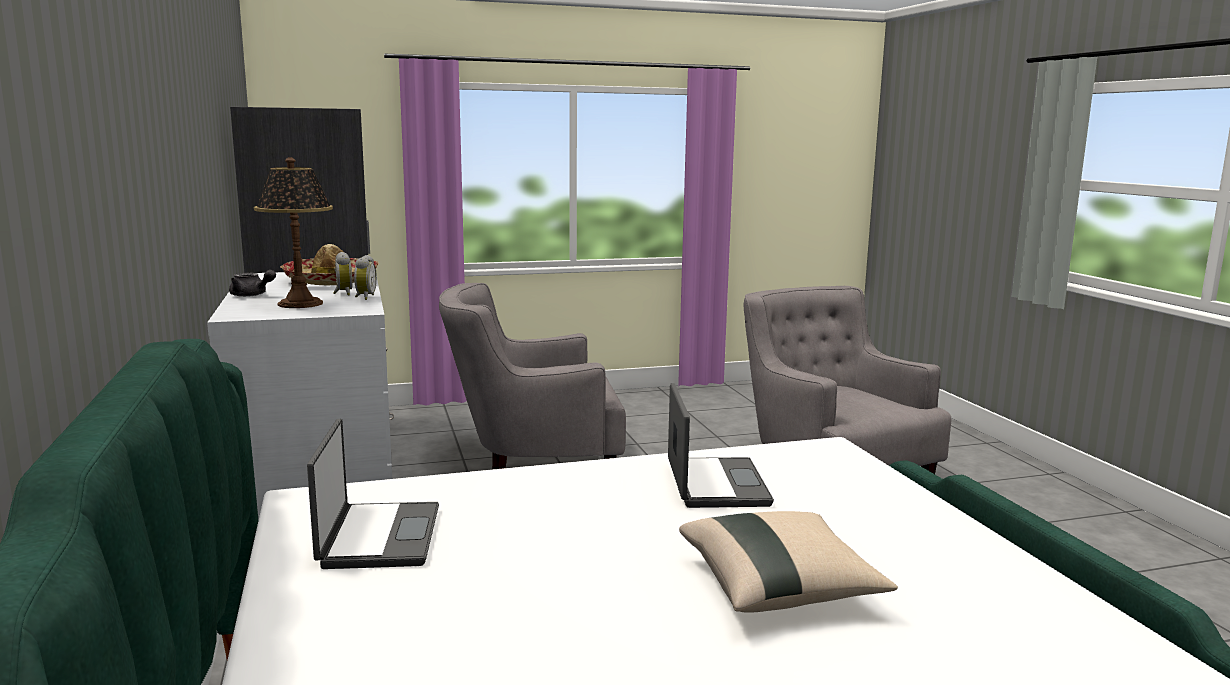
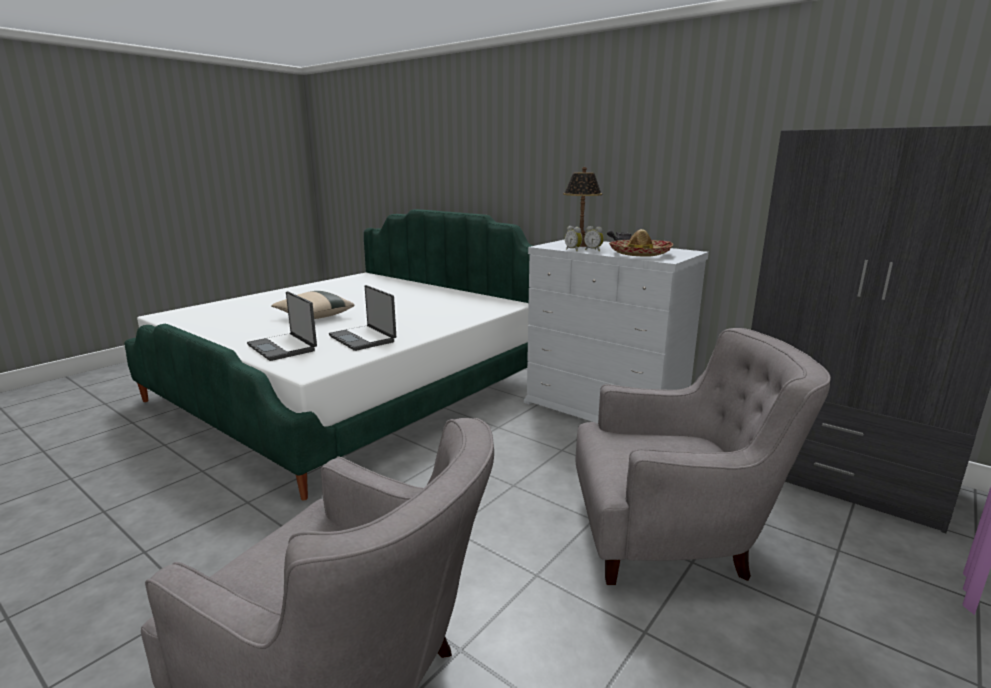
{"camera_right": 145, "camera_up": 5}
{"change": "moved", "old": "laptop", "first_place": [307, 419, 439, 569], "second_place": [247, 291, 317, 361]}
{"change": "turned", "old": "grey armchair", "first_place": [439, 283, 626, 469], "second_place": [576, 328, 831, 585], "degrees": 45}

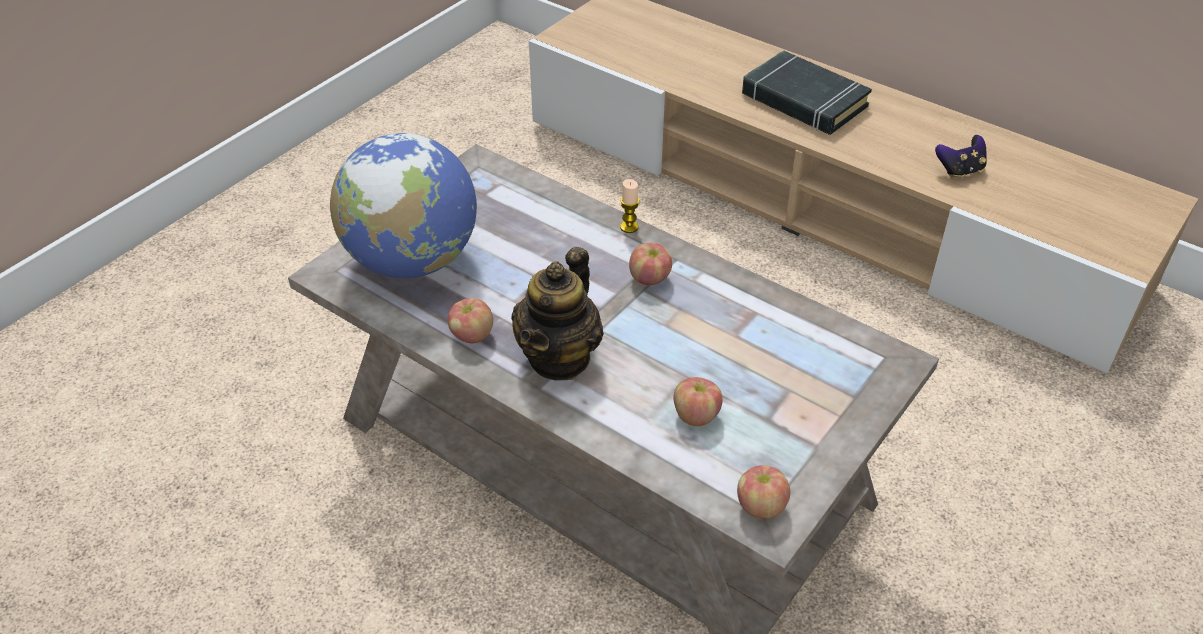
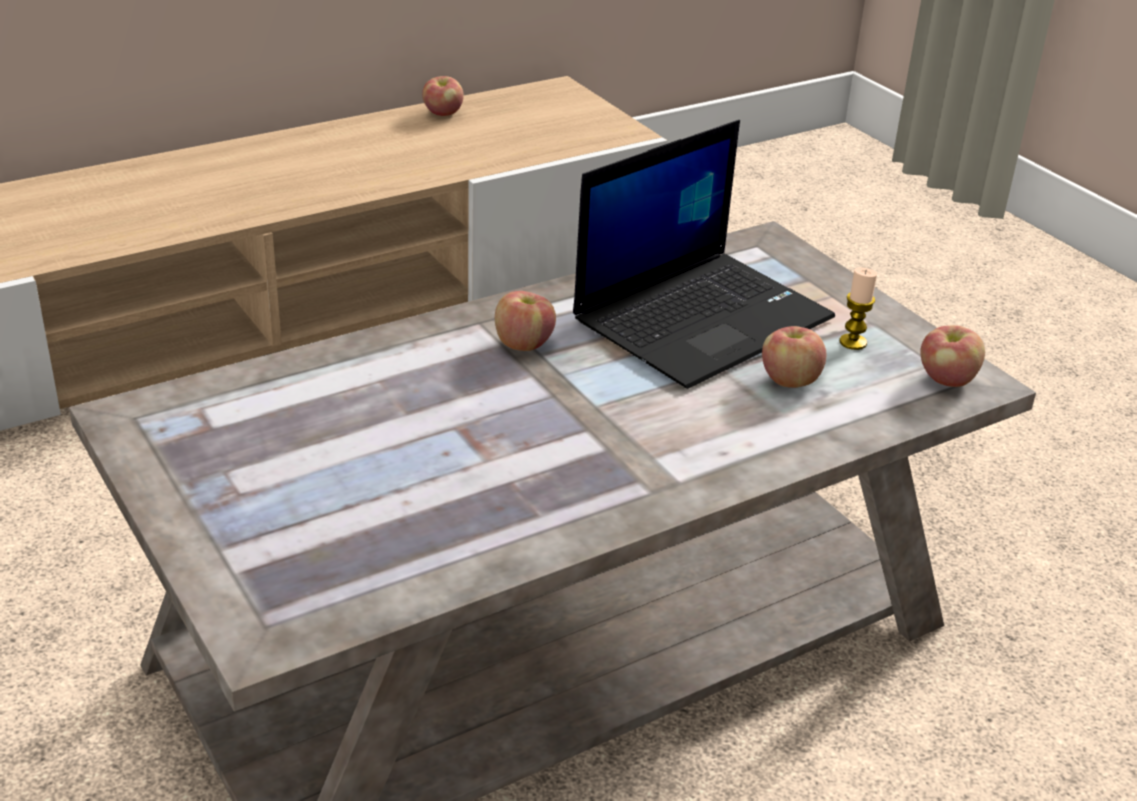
{"camera_right": -70, "camera_up": -10}
{"change": "removed", "old": "globe", "first_place": [330, 133, 477, 278]}
{"change": "removed", "old": "teapot", "first_place": [511, 247, 604, 381]}
{"change": "removed", "old": "black book", "first_place": [742, 50, 872, 135]}
{"change": "removed", "old": "game controller", "first_place": [935, 135, 987, 179]}
{"change": "added", "new": "laptop", "second_place": [573, 120, 835, 389]}
{"change": "moved", "old": "apple", "first_place": [448, 298, 493, 343], "second_place": [422, 76, 464, 116]}
{"change": "moved", "old": "candle", "first_place": [620, 179, 639, 233], "second_place": [839, 267, 877, 350]}

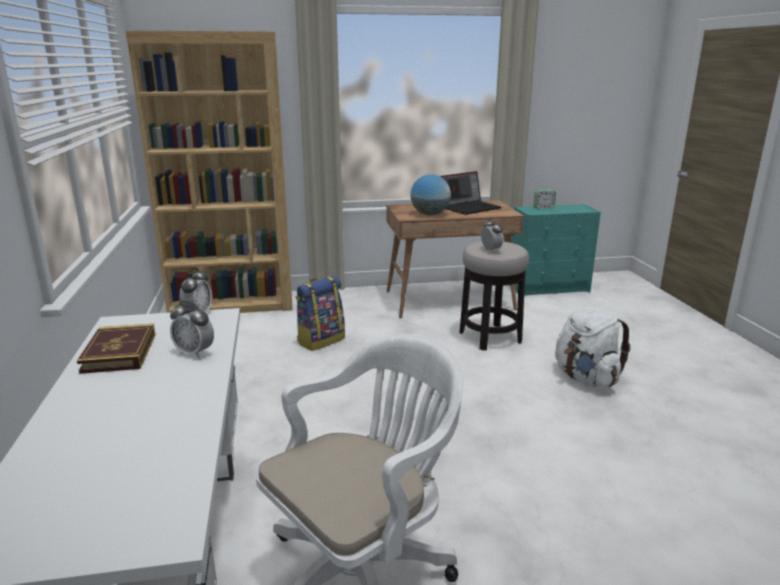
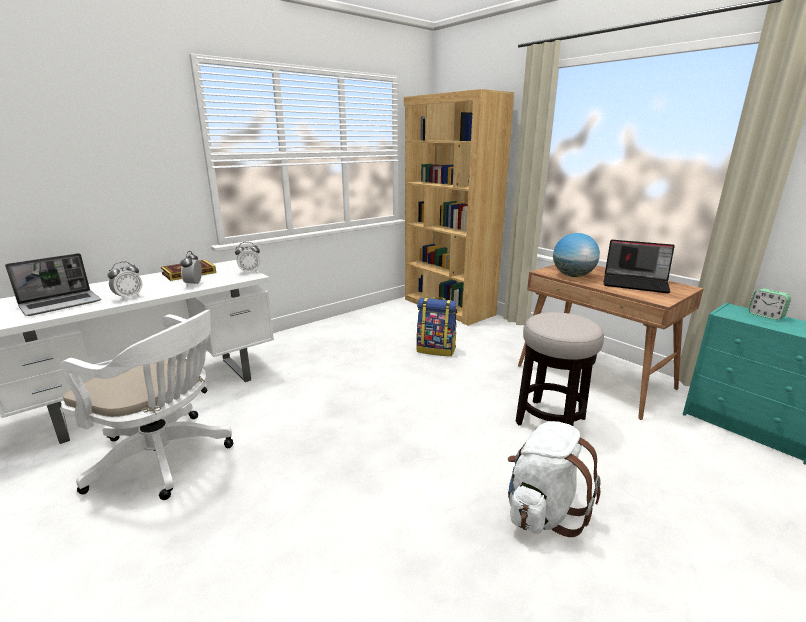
{"camera_right": 60, "camera_up": 0}
{"change": "added", "new": "laptop", "second_place": [5, 253, 101, 316]}
{"change": "moved", "old": "alarm clock", "first_place": [481, 218, 503, 252], "second_place": [108, 261, 142, 301]}

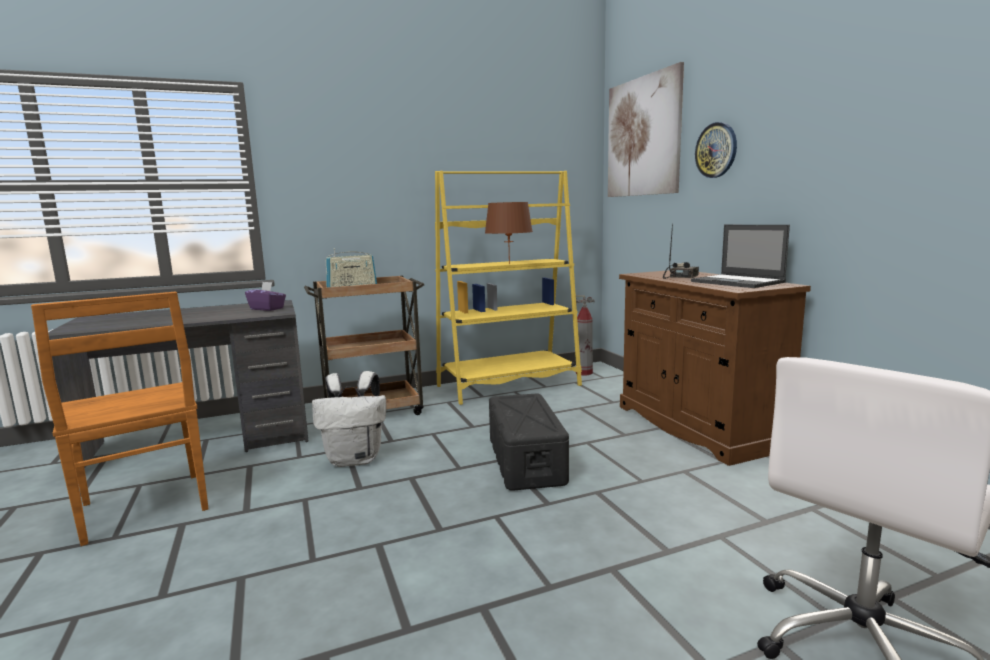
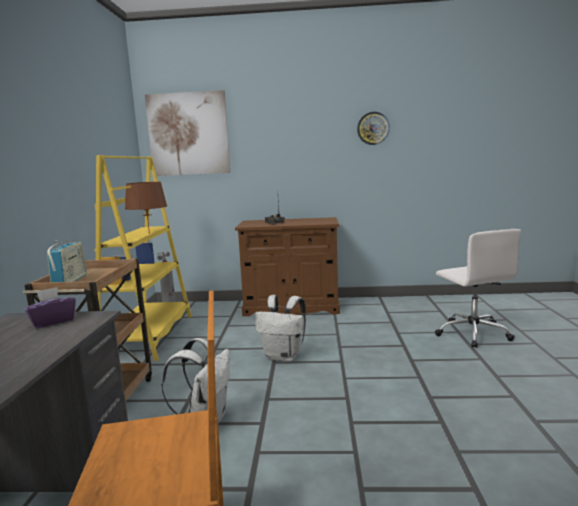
{"camera_right": -65, "camera_up": 0}
{"change": "removed", "old": "laptop", "first_place": [691, 225, 790, 288]}
{"change": "moved", "old": "wall clock", "first_place": [695, 122, 737, 178], "second_place": [357, 112, 390, 145]}
{"change": "replaced", "old": "black storage box", "new": "white backpack", "first_place": [489, 394, 569, 491], "second_place": [255, 295, 306, 362]}

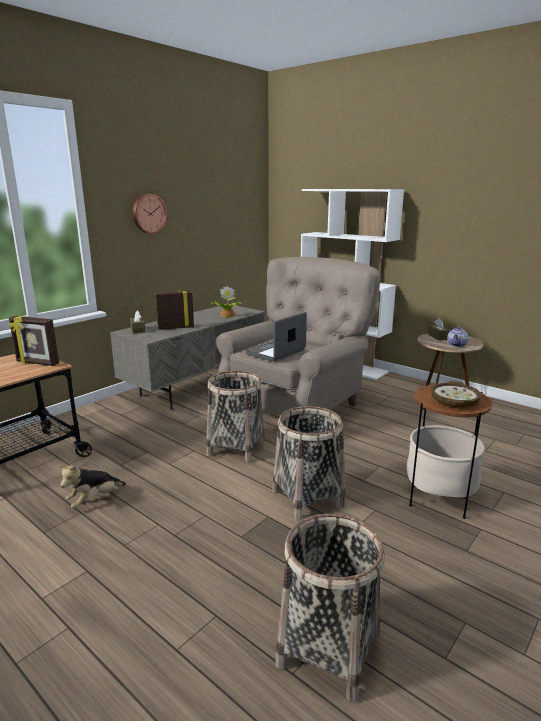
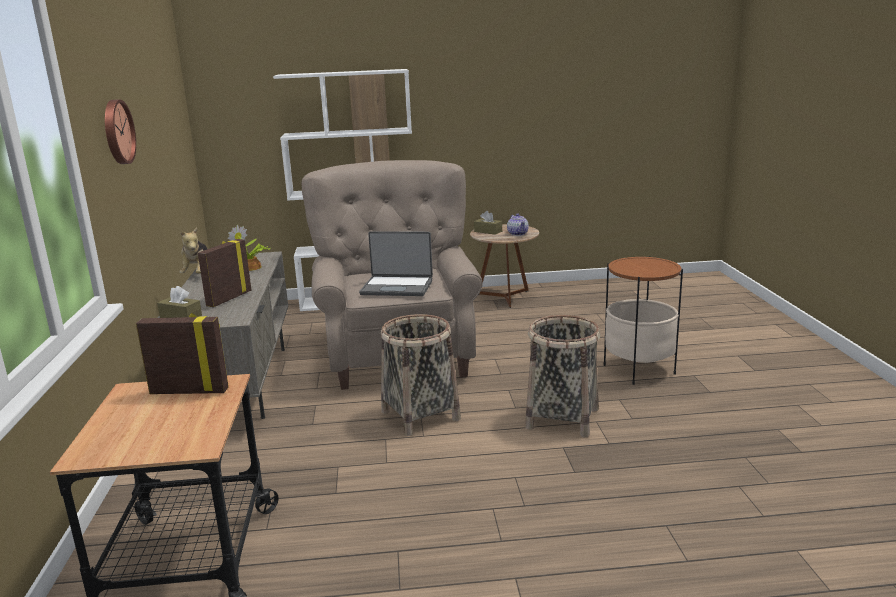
{"camera_right": -45, "camera_up": 0}
{"change": "removed", "old": "basket", "first_place": [275, 514, 385, 703]}
{"change": "removed", "old": "bowl", "first_place": [431, 381, 482, 408]}
{"change": "moved", "old": "plush toy", "first_place": [58, 465, 126, 509], "second_place": [180, 228, 208, 274]}
{"change": "turned", "old": "picture frame", "first_place": [9, 316, 59, 366], "second_place": [136, 313, 229, 394], "degrees": -150}
{"change": "turned", "old": "laptop", "first_place": [246, 312, 307, 362], "second_place": [359, 231, 433, 296], "degrees": -75}

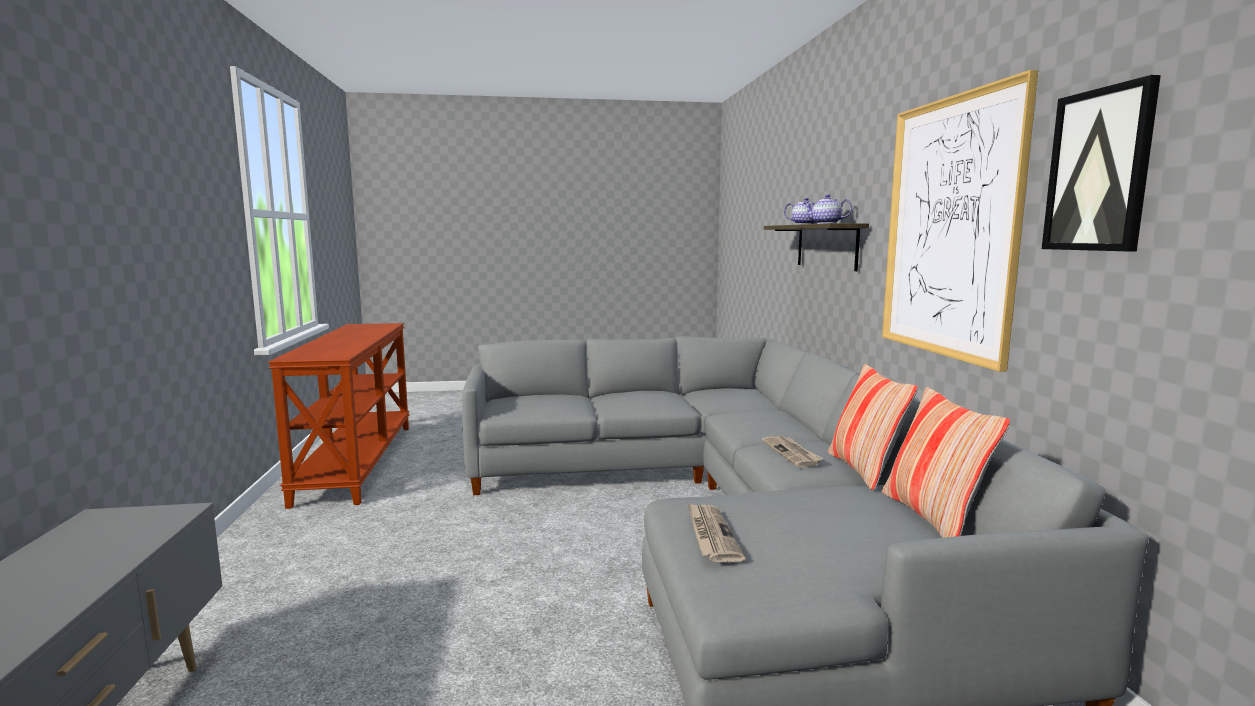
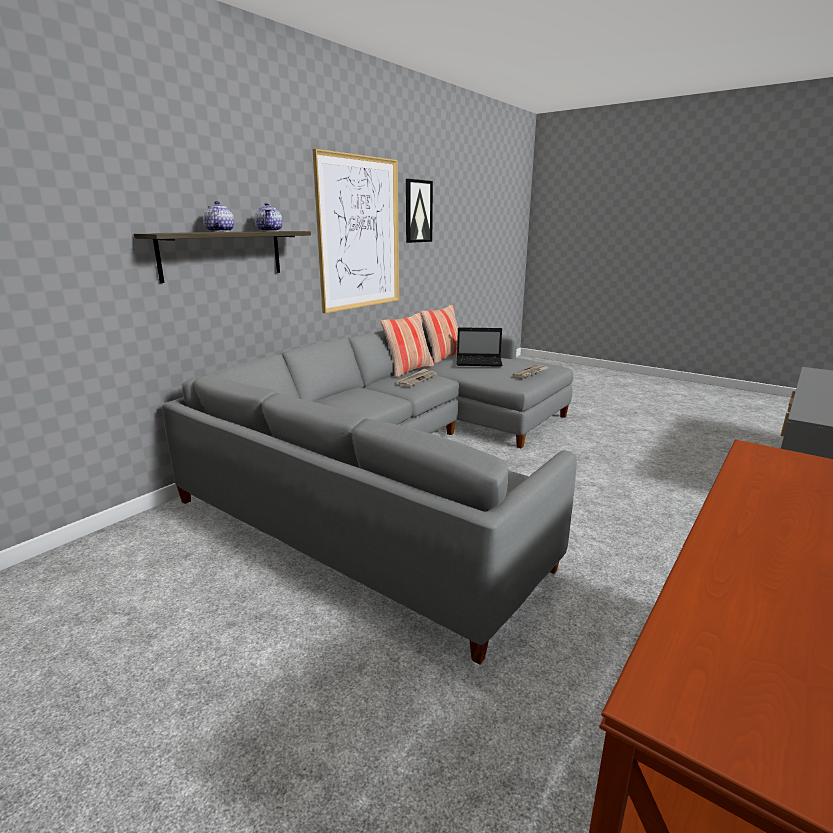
{"camera_right": -135, "camera_up": 10}
{"change": "added", "new": "laptop", "second_place": [456, 327, 502, 367]}

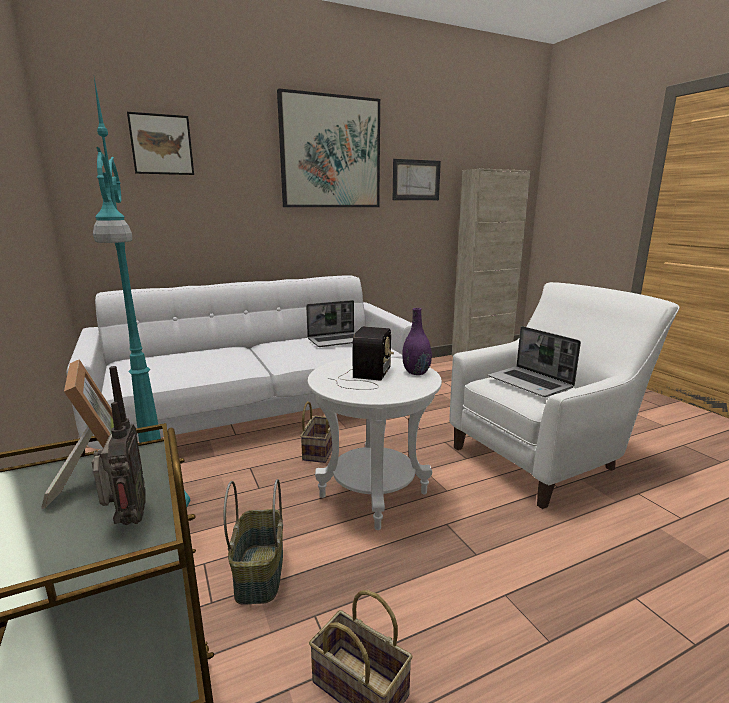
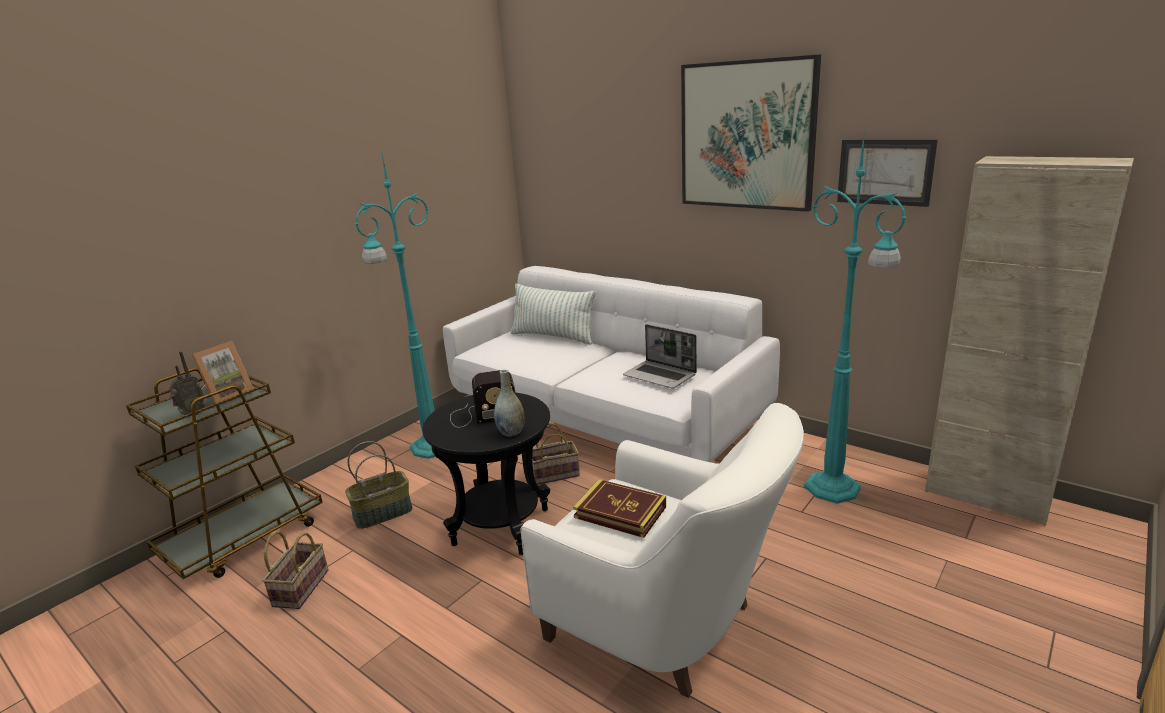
{"camera_right": 65, "camera_up": 5}
{"change": "removed", "old": "picture", "first_place": [127, 112, 194, 175]}
{"change": "added", "new": "pillow", "second_place": [511, 284, 596, 345]}
{"change": "added", "new": "turquoise floor lamp", "second_place": [804, 128, 906, 504]}
{"change": "replaced", "old": "laptop", "new": "book", "first_place": [488, 326, 581, 397], "second_place": [573, 479, 666, 538]}
{"change": "recoloured", "old": "white side table", "new": "black side table", "first_place": [308, 357, 442, 530], "second_place": [422, 392, 550, 555]}
{"change": "recoloured", "old": "purple vase", "new": "grey vase", "first_place": [402, 308, 432, 375], "second_place": [494, 370, 525, 437]}

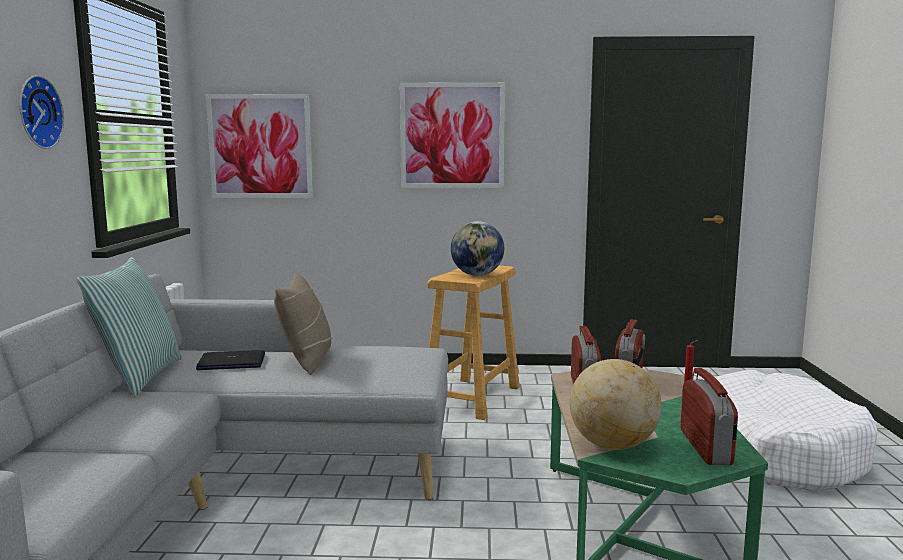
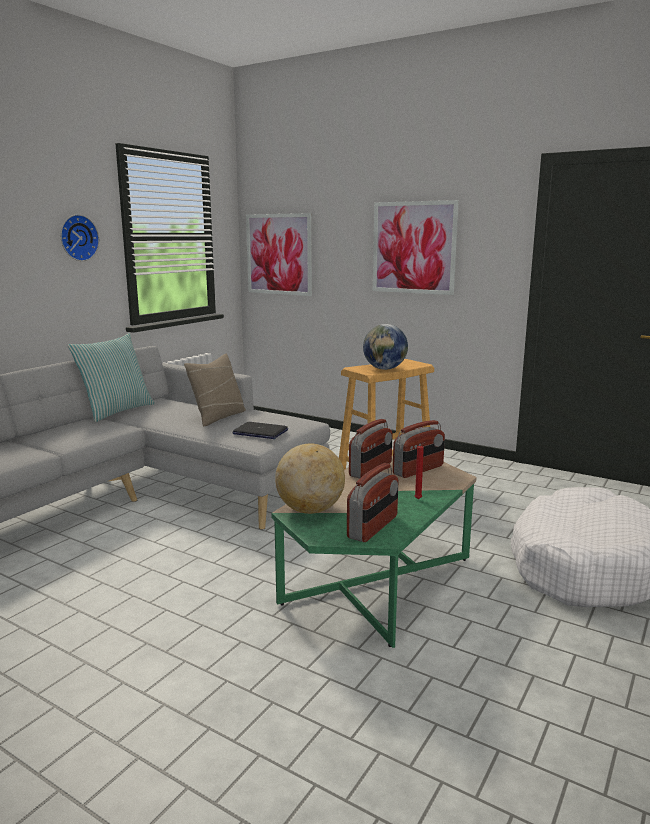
{"camera_right": 30, "camera_up": 5}
{"change": "moved", "old": "laptop", "first_place": [196, 350, 265, 370], "second_place": [232, 422, 288, 439]}

